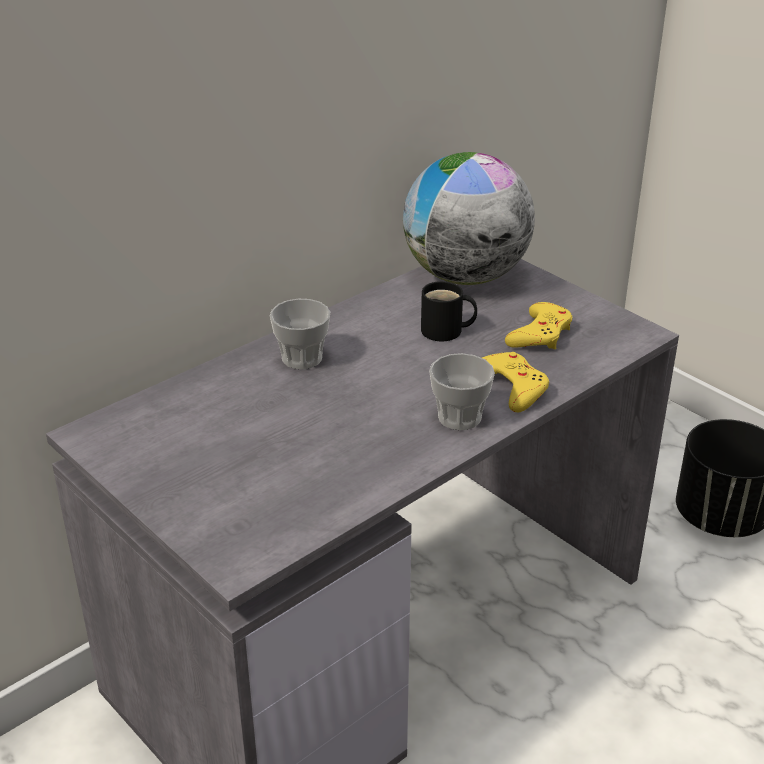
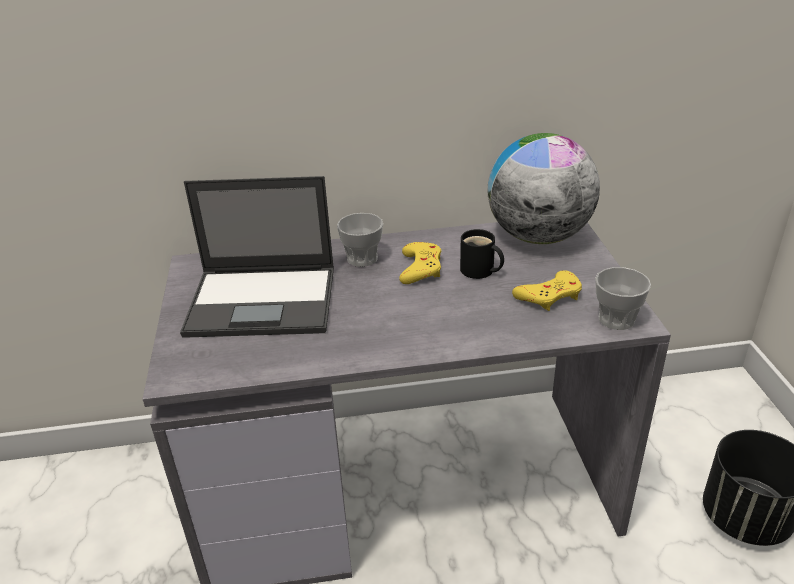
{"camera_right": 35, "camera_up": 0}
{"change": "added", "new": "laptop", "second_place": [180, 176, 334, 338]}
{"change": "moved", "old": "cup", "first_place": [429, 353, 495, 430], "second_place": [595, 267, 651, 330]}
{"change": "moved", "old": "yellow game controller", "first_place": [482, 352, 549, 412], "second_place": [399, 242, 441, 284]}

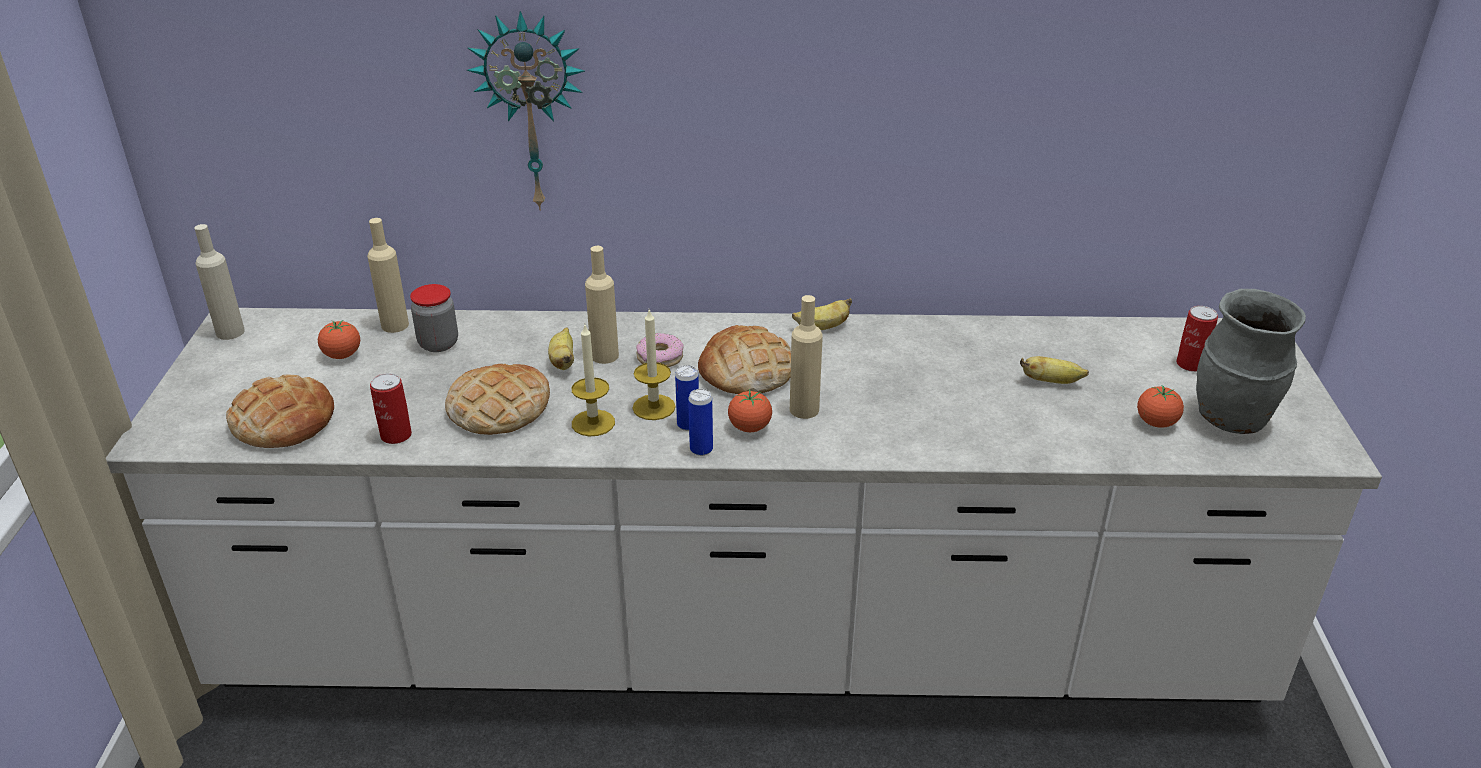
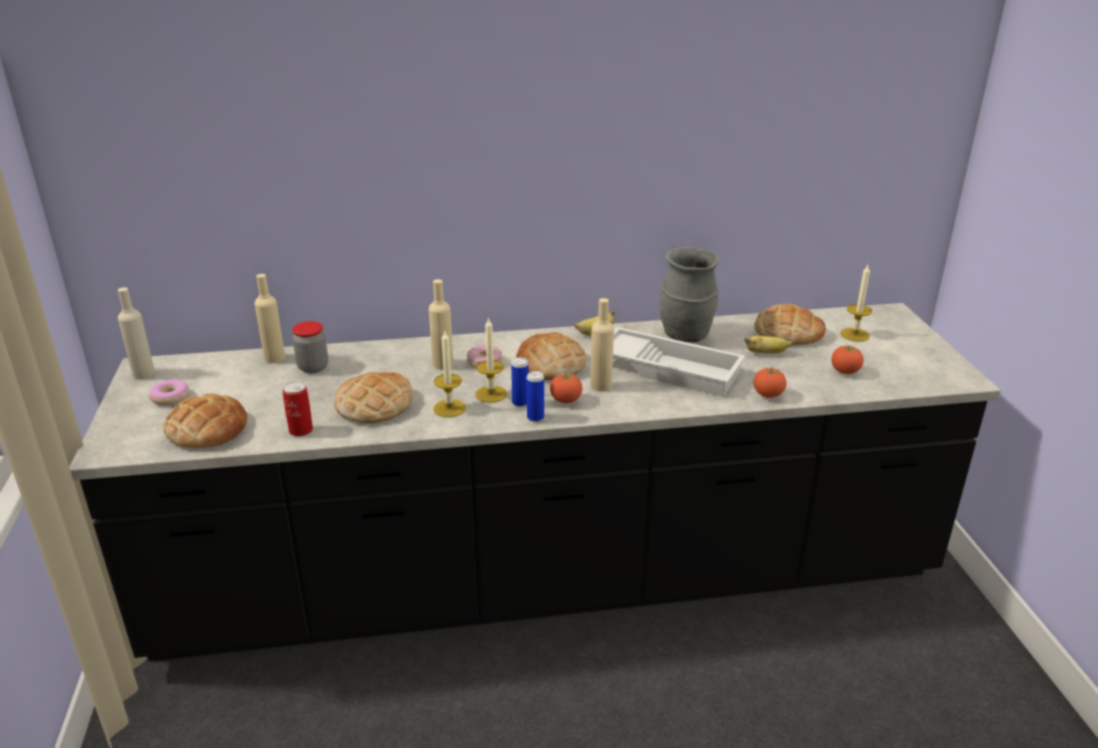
{"camera_right": -10, "camera_up": -5}
{"change": "removed", "old": "wall clock", "first_place": [467, 11, 585, 211]}
{"change": "removed", "old": "banana", "first_place": [548, 328, 574, 370]}
{"change": "added", "new": "donut", "second_place": [149, 379, 189, 405]}
{"change": "added", "new": "white tray", "second_place": [613, 327, 745, 397]}
{"change": "added", "new": "bread", "second_place": [754, 303, 826, 345]}
{"change": "moved", "old": "tomato", "first_place": [318, 320, 360, 359], "second_place": [754, 367, 786, 398]}
{"change": "moved", "old": "grey vase", "first_place": [1196, 289, 1306, 434], "second_place": [660, 247, 719, 342]}
{"change": "replaced", "old": "can", "new": "candle", "first_place": [1176, 306, 1218, 372], "second_place": [840, 265, 872, 342]}
{"change": "recoloured", "old": "white counter", "new": "black counter", "first_place": [106, 308, 1382, 703], "second_place": [69, 303, 1001, 662]}

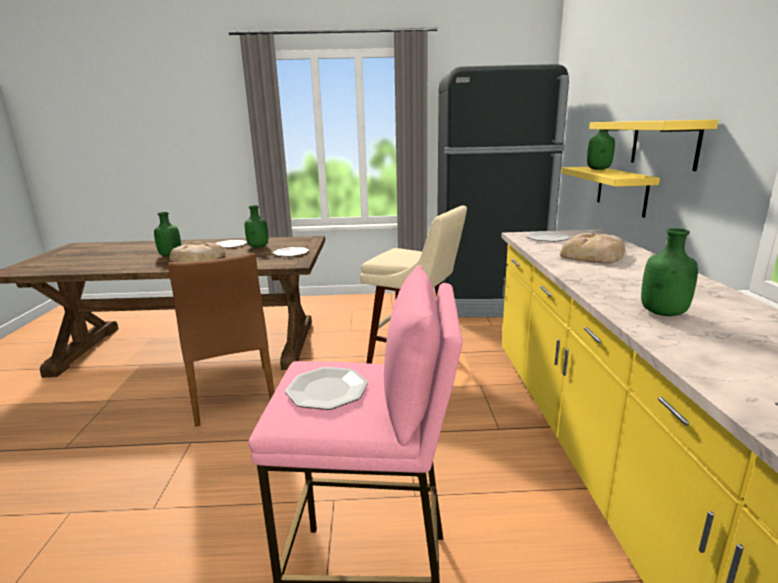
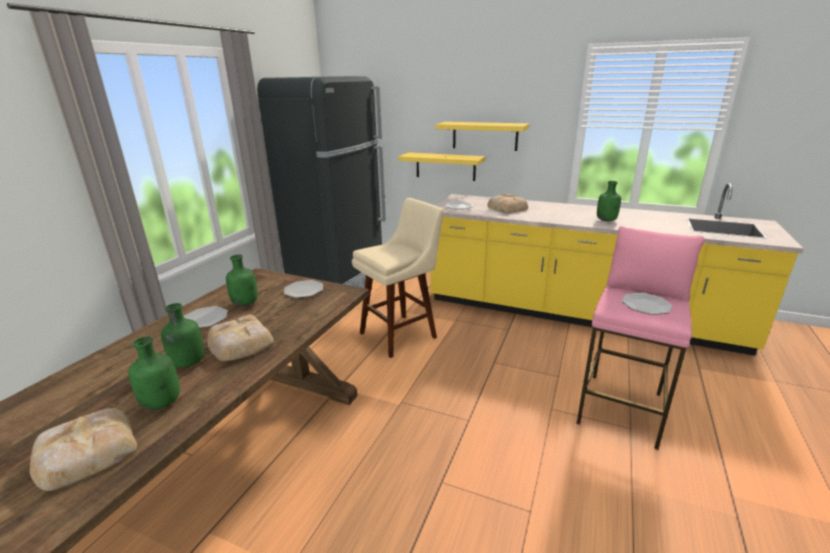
{"camera_right": -65, "camera_up": 5}
{"change": "removed", "old": "brown chair", "first_place": [168, 253, 274, 427]}
{"change": "added", "new": "bread", "second_place": [30, 408, 137, 491]}
{"change": "moved", "old": "green bottle", "first_place": [587, 121, 615, 170], "second_place": [128, 336, 180, 410]}

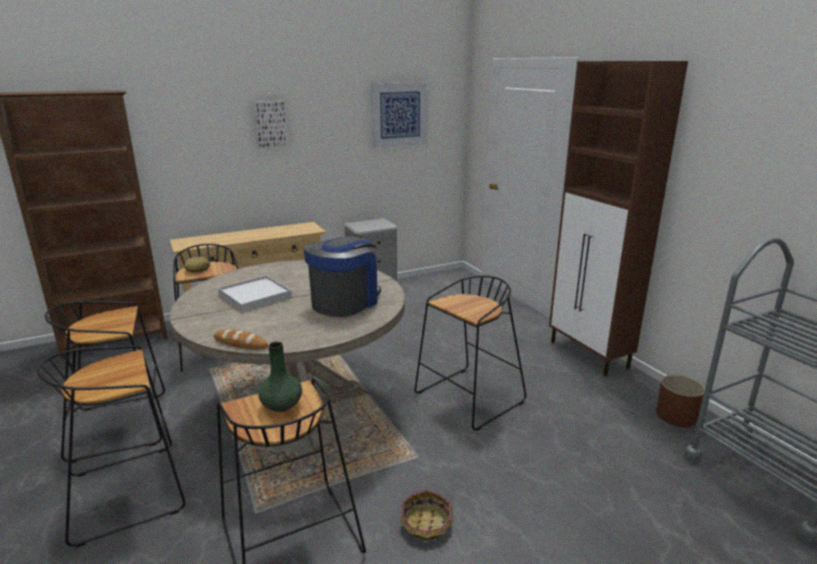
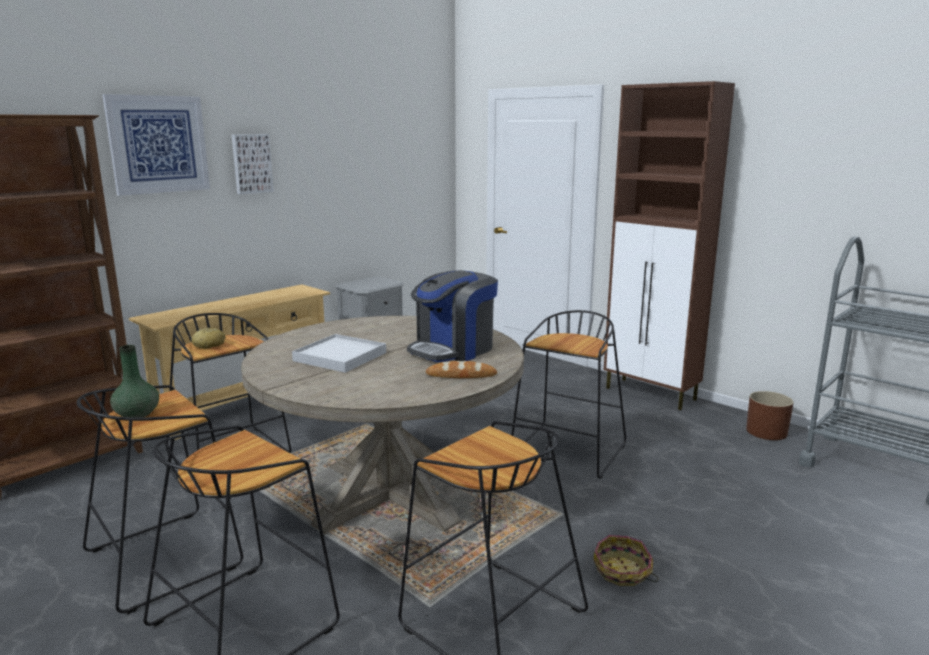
{"camera_right": -20, "camera_up": -5}
{"change": "moved", "old": "bread", "first_place": [214, 329, 268, 349], "second_place": [426, 361, 497, 378]}
{"change": "moved", "old": "green vase", "first_place": [259, 342, 302, 412], "second_place": [110, 345, 159, 418]}
{"change": "moved", "old": "picture", "first_place": [371, 82, 428, 147], "second_place": [102, 94, 210, 196]}
{"change": "turned", "old": "coffee machine", "first_place": [304, 235, 381, 317], "second_place": [407, 270, 498, 362], "degrees": -150}

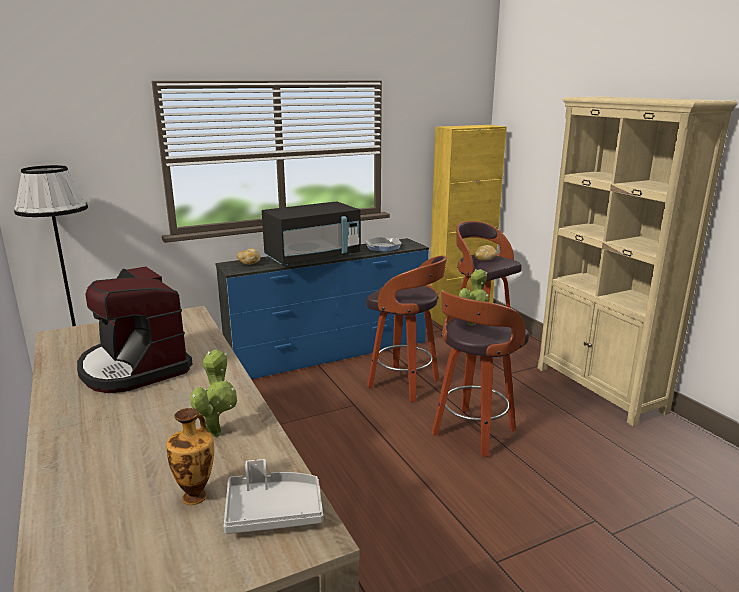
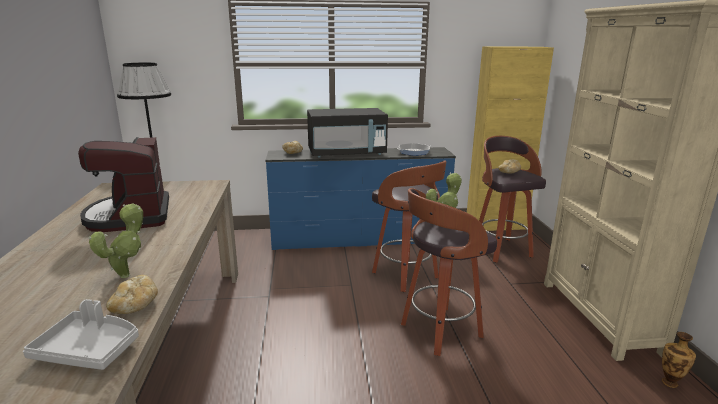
{"camera_right": 20, "camera_up": 0}
{"change": "added", "new": "bread", "second_place": [106, 275, 158, 314]}
{"change": "moved", "old": "vase", "first_place": [166, 408, 214, 505], "second_place": [662, 332, 696, 388]}

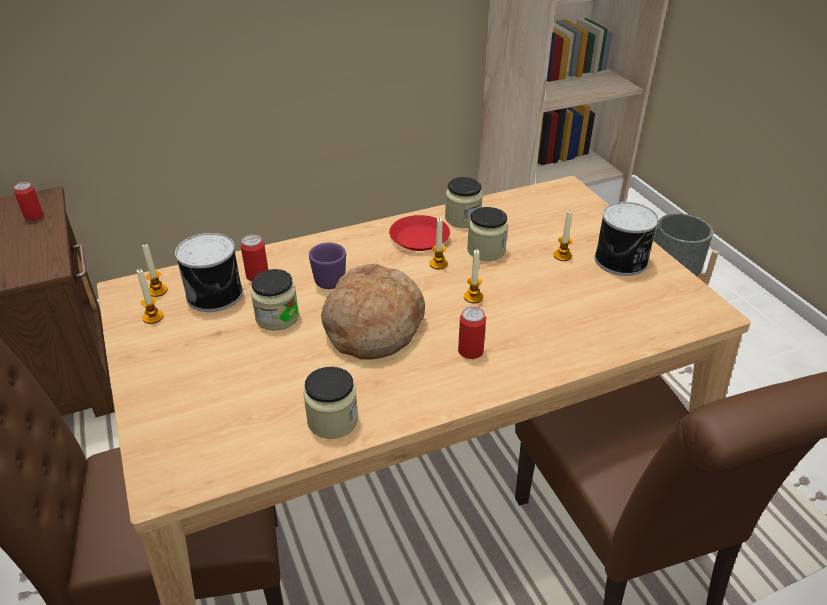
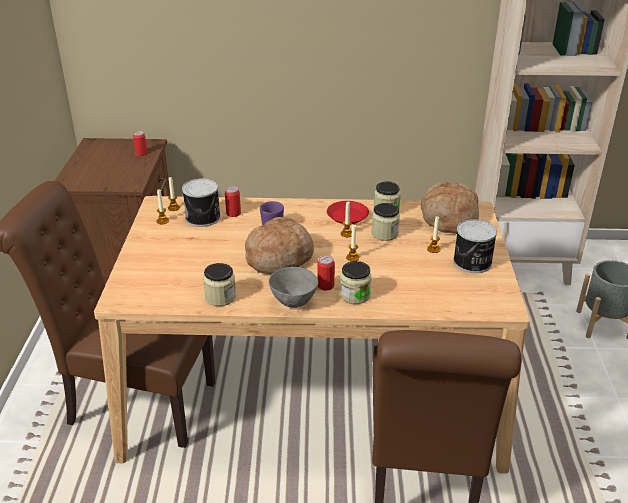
{"camera_right": 25, "camera_up": -5}
{"change": "added", "new": "grey bowl", "second_place": [269, 267, 318, 308]}
{"change": "added", "new": "bread", "second_place": [421, 181, 479, 234]}
{"change": "moved", "old": "jar", "first_place": [251, 269, 299, 331], "second_place": [340, 261, 372, 304]}

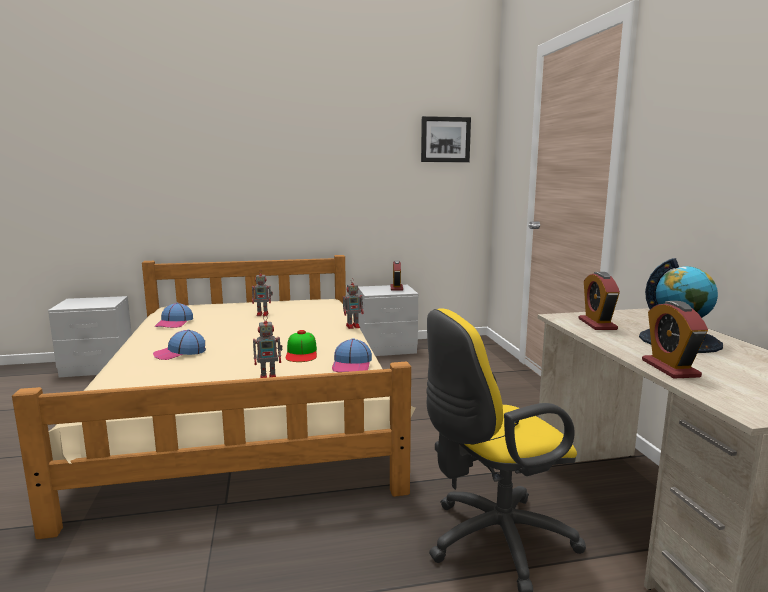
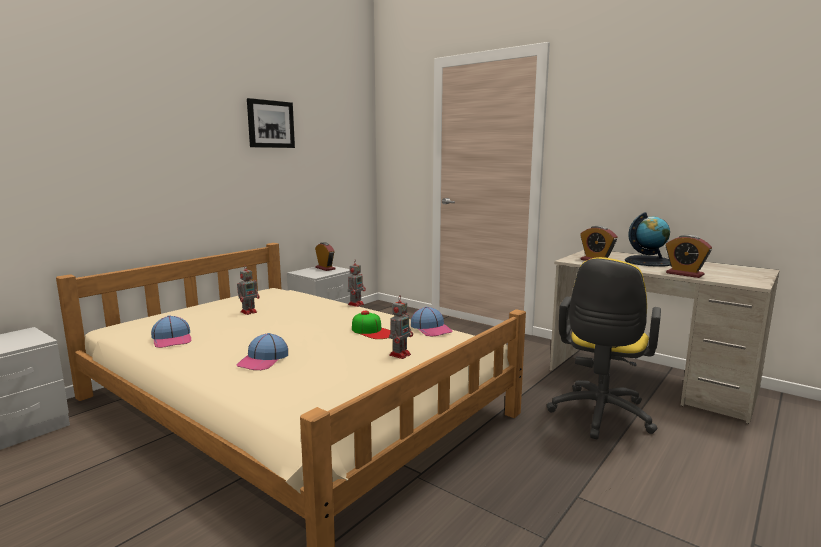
{"camera_right": -40, "camera_up": 0}
{"change": "moved", "old": "picture", "first_place": [421, 116, 471, 162], "second_place": [247, 98, 295, 148]}

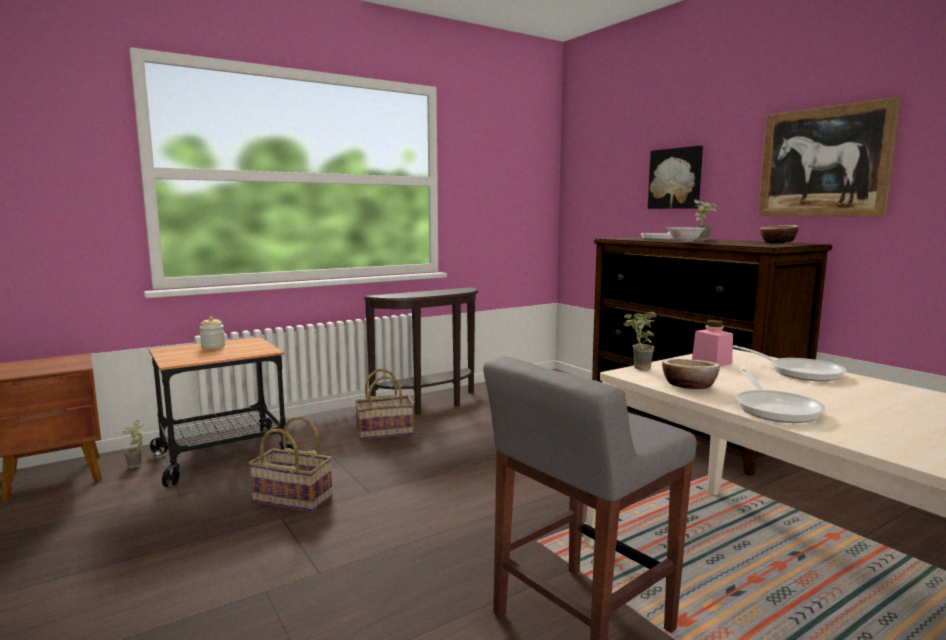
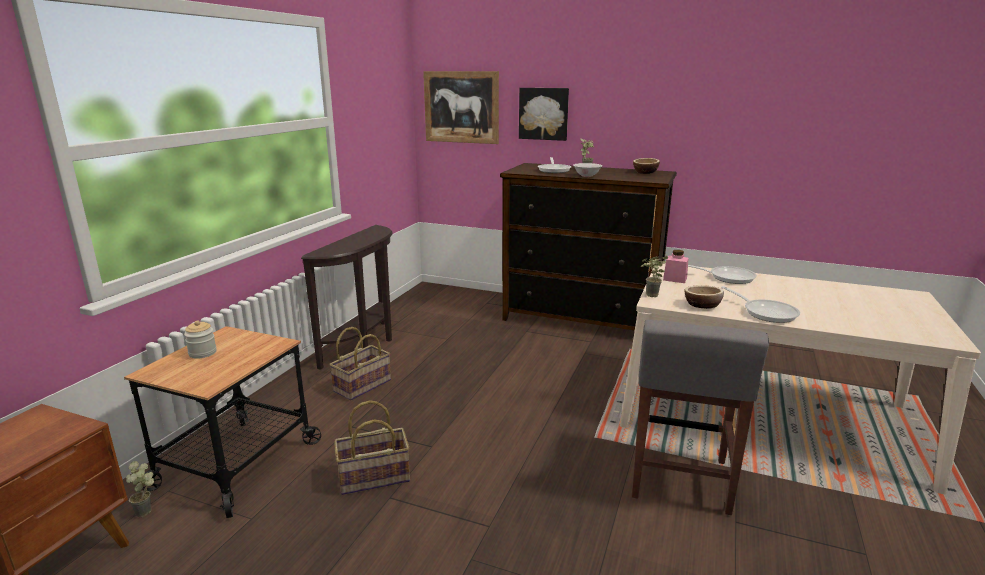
{"camera_right": -35, "camera_up": 10}
{"change": "moved", "old": "picture", "first_place": [758, 97, 901, 217], "second_place": [423, 71, 499, 144]}

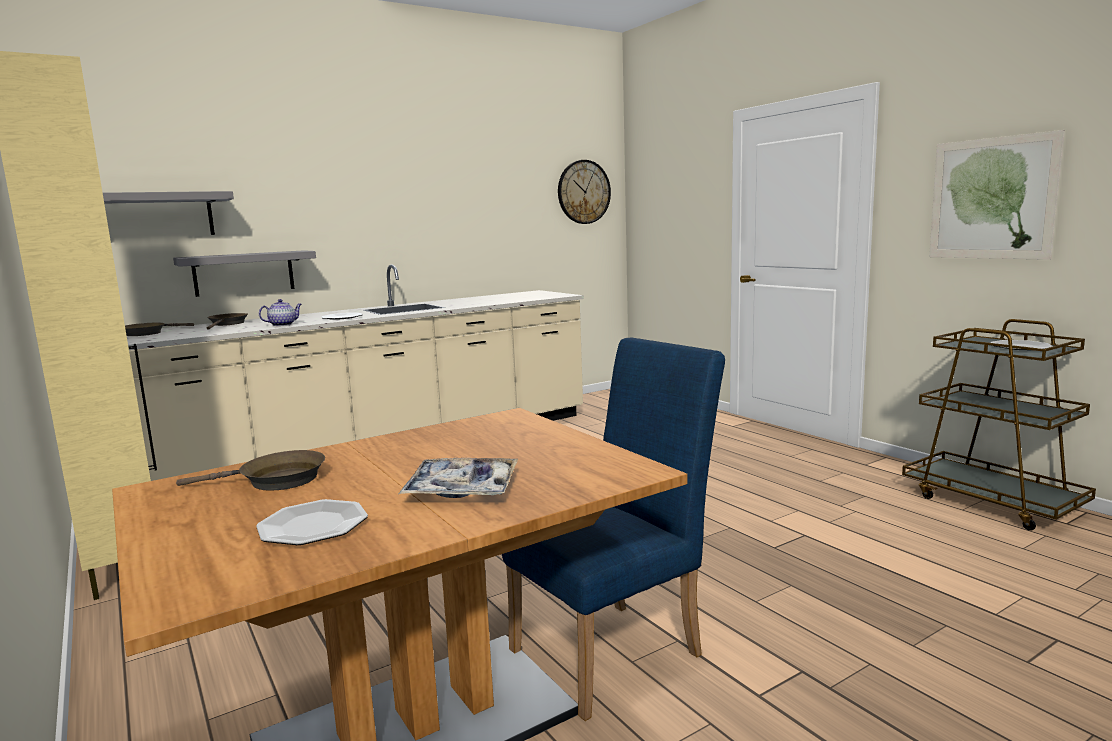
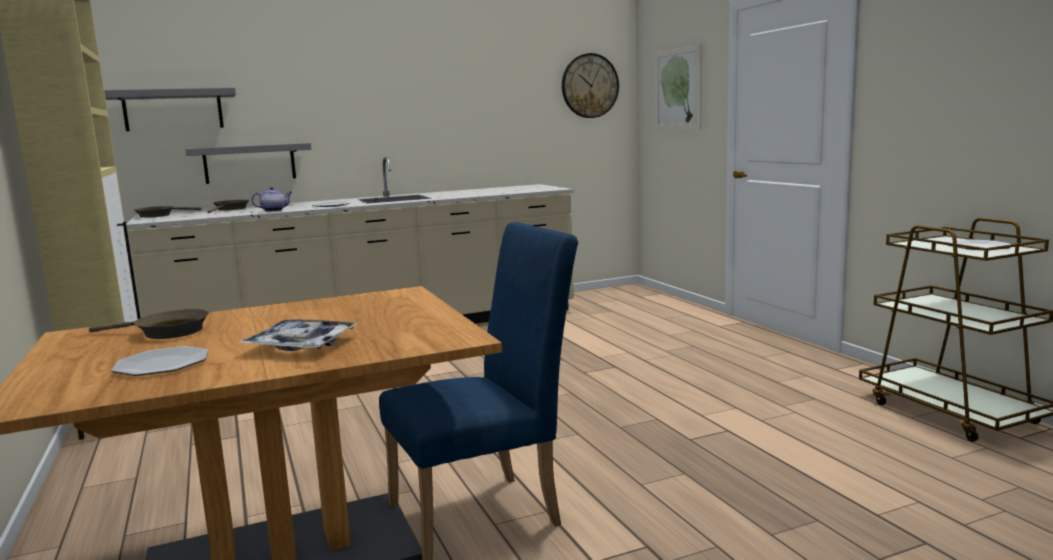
{"camera_right": 10, "camera_up": 0}
{"change": "moved", "old": "picture", "first_place": [929, 130, 1065, 260], "second_place": [655, 44, 702, 130]}

